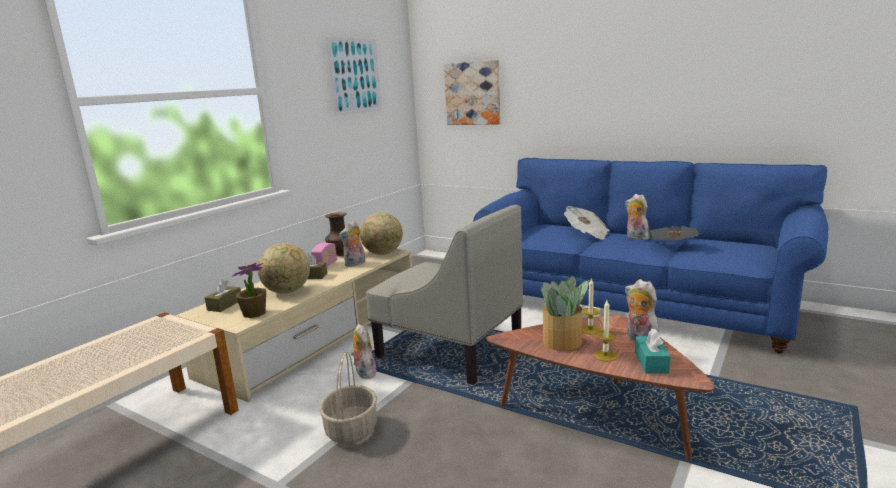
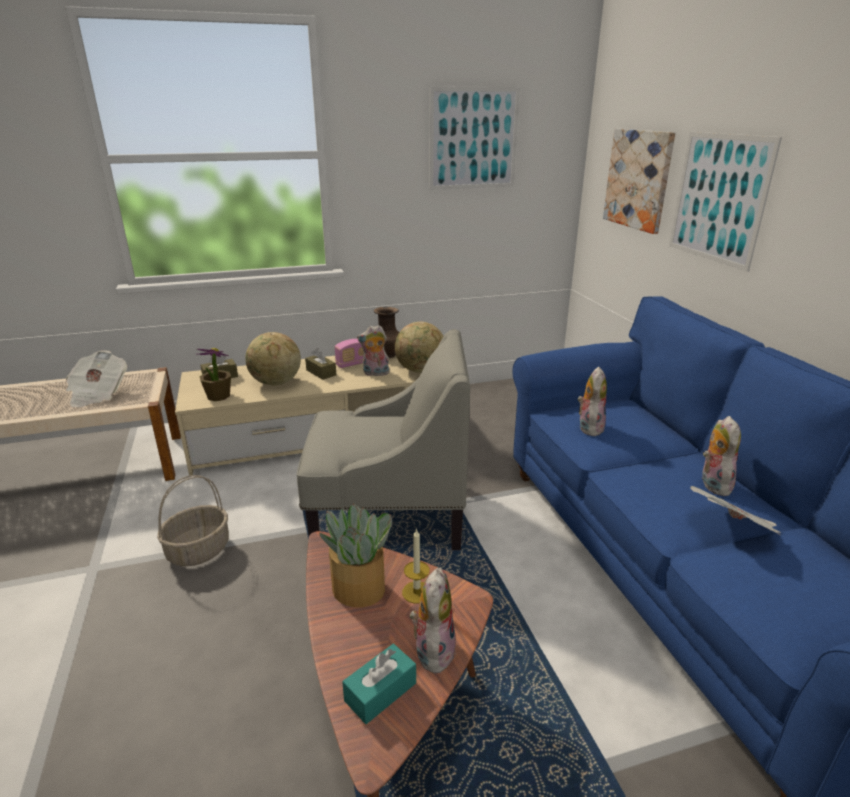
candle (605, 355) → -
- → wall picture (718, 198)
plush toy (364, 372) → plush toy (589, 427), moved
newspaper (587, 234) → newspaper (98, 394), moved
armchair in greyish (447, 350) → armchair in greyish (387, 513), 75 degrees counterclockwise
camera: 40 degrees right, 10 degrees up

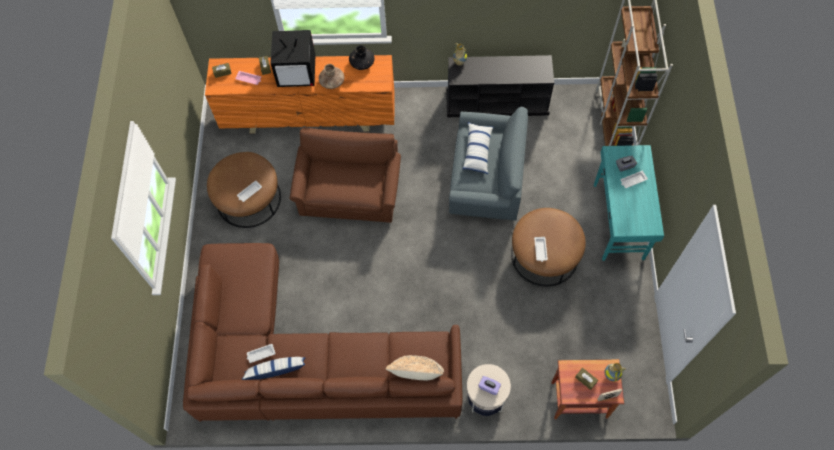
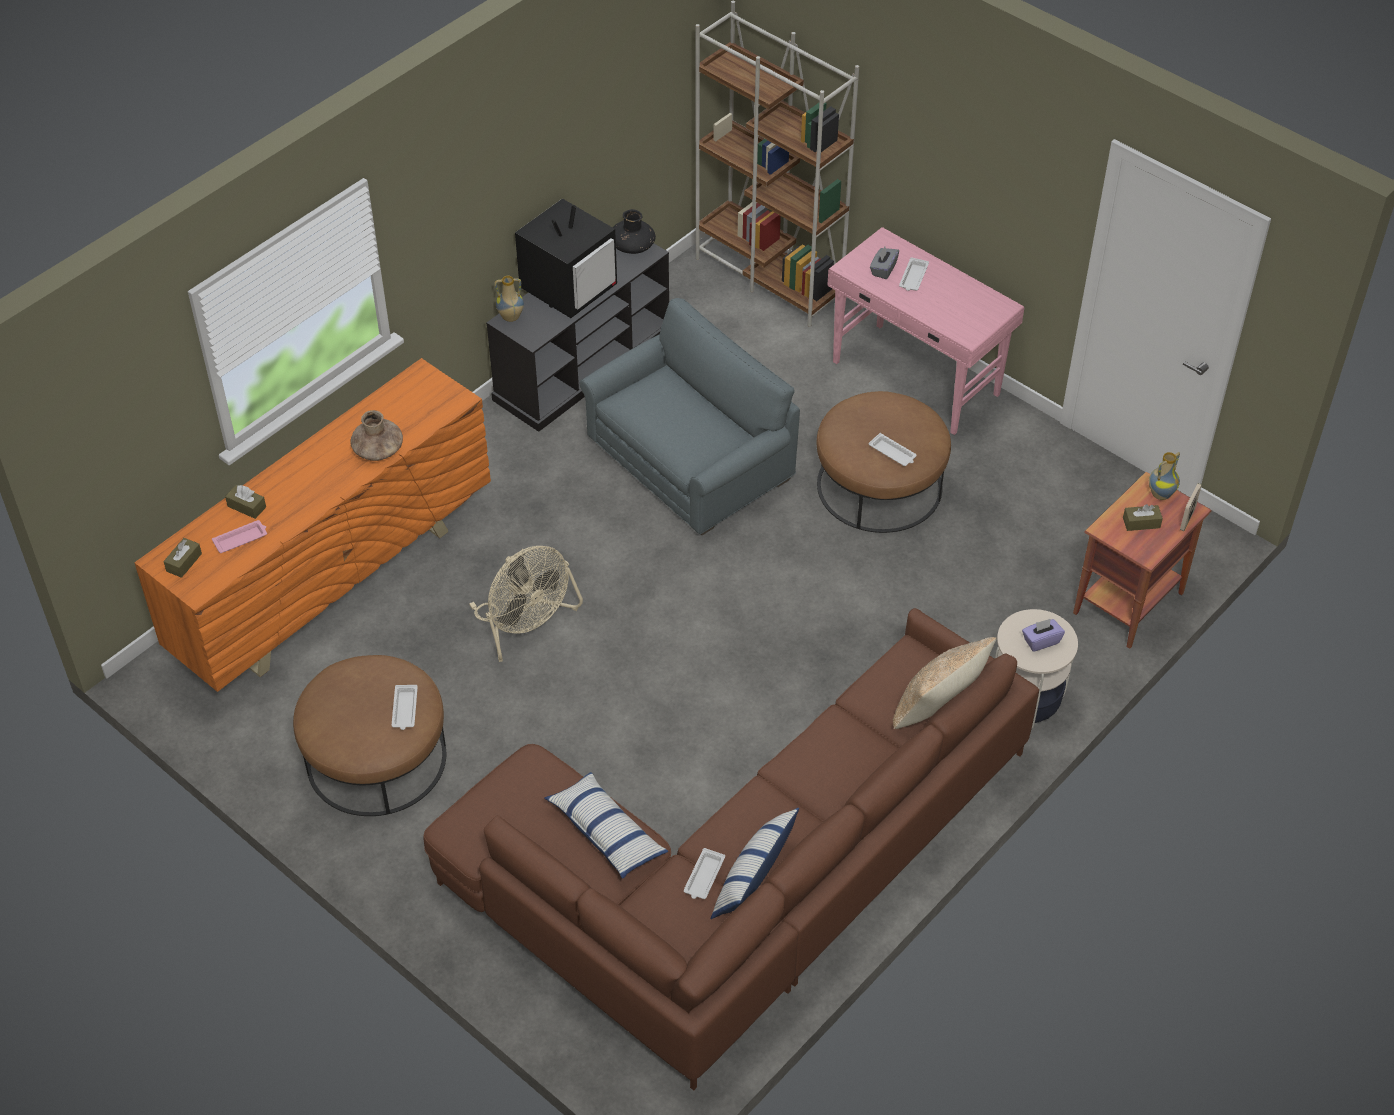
TV (297, 72) → TV (569, 289), moved
vase in blackish (362, 63) → vase in blackish (632, 246), moved
throw pillow (477, 151) → throw pillow (606, 832), moved
armchair in brownish (350, 192) → electric fan in beige (522, 625)
narrow table in turquoise (618, 222) → narrow table in pink (917, 379)
camera: 50 degrees left, 15 degrees down

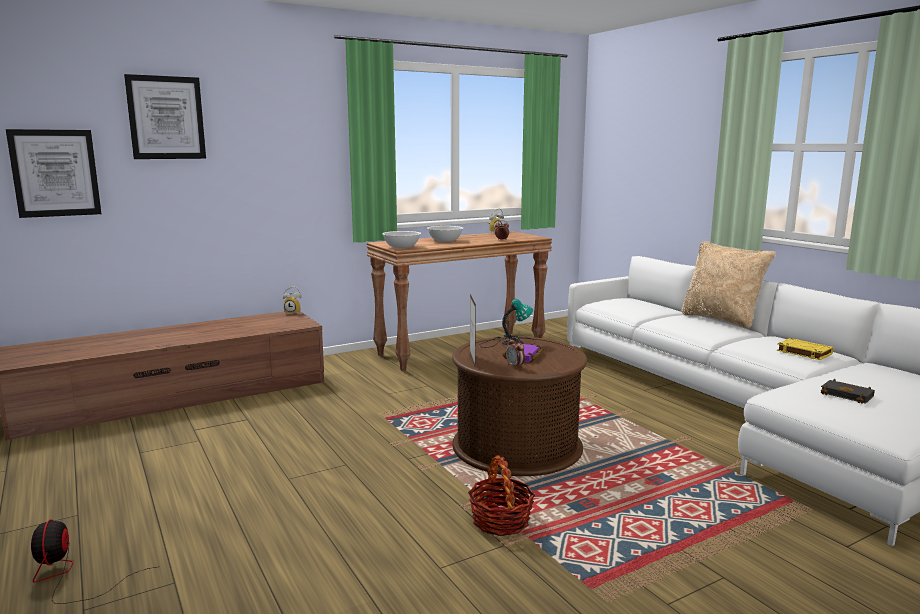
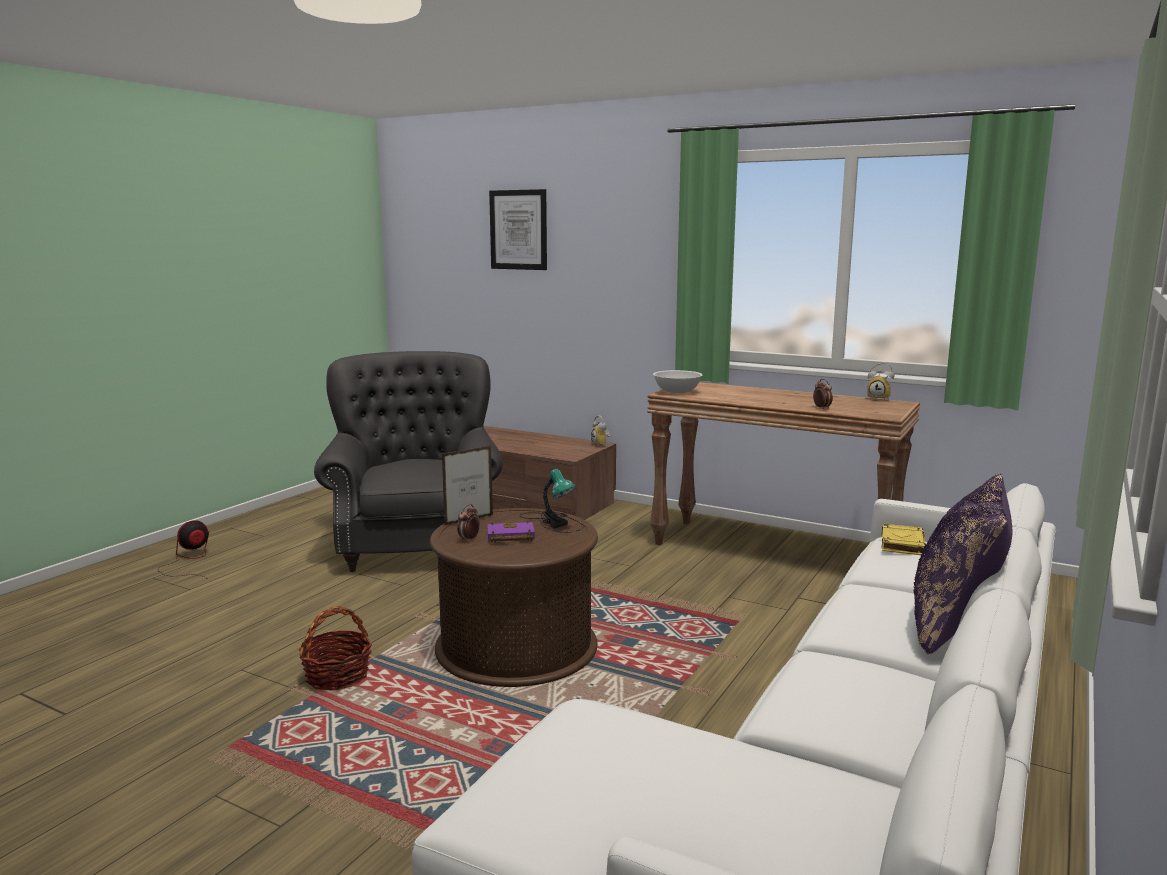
wall picture (55, 173) → -
bowl in whitish (445, 241) → -
book in blackish (848, 395) → -
- → armchair in greyish (415, 543)
book in yellowish (803, 352) → book in yellowish (902, 544), moved
throw pillow in beige (721, 321) → throw pillow in purplish (953, 631)
camera: 60 degrees right, 0 degrees up

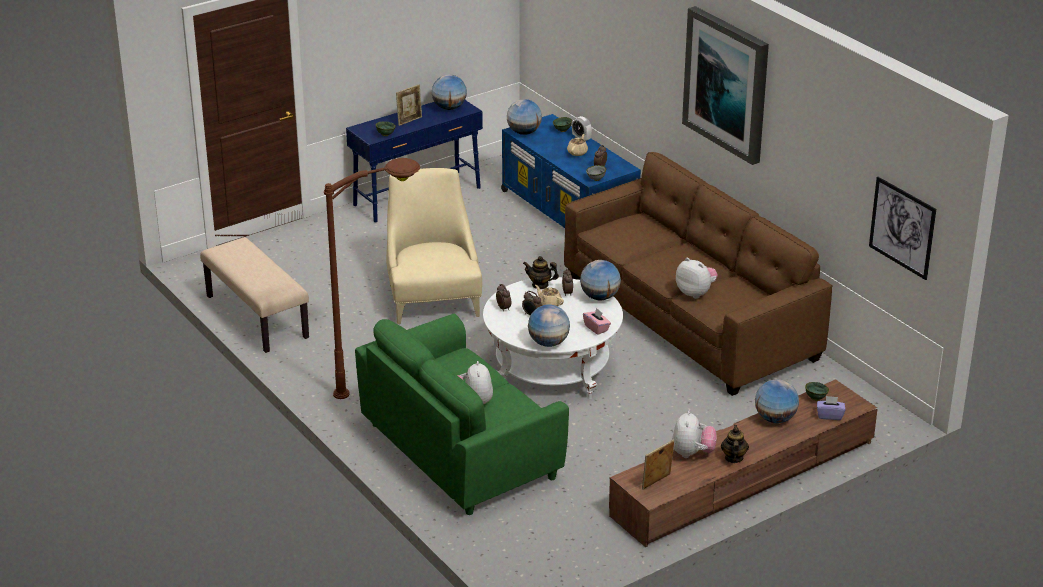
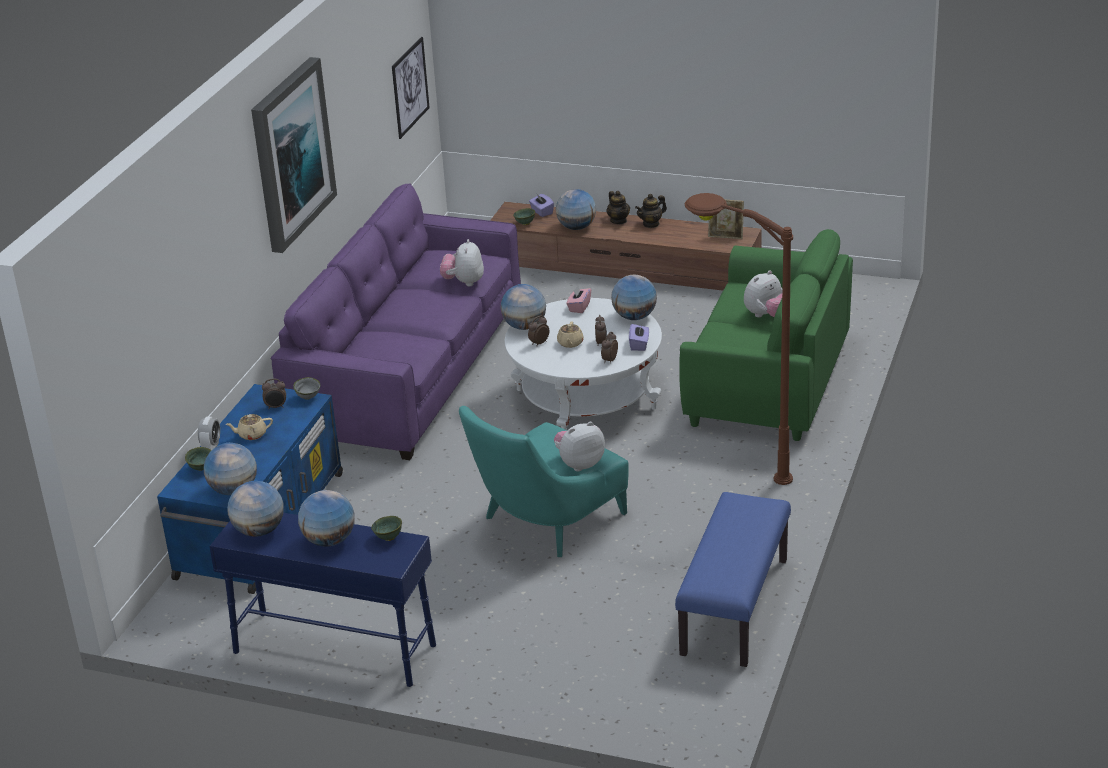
- → tissue holder in purplish (639, 345)
tea pot (540, 285) → tea pot (618, 221), moved
plush toy (692, 453) → plush toy (579, 464), moved
photo frame (409, 121) → globe (329, 541)
long seat in beige (256, 317) → long seat in bluish (735, 607)
armchair in beige (432, 295) → armchair in turquoise (545, 521)
couch in brownish (689, 317) → couch in purplish (410, 372)
camera: 125 degrees left, 0 degrees up

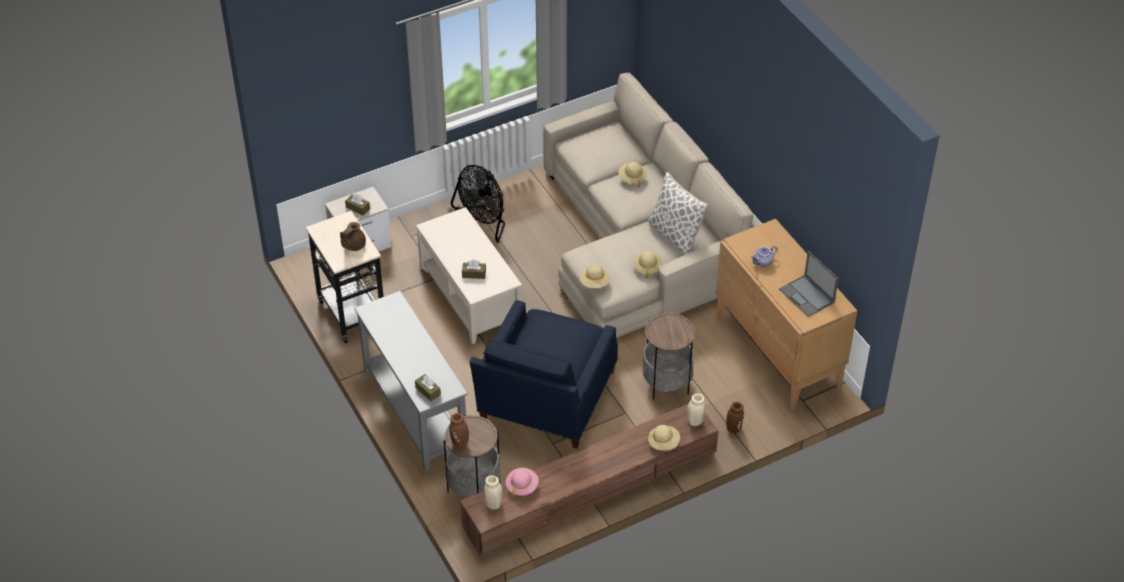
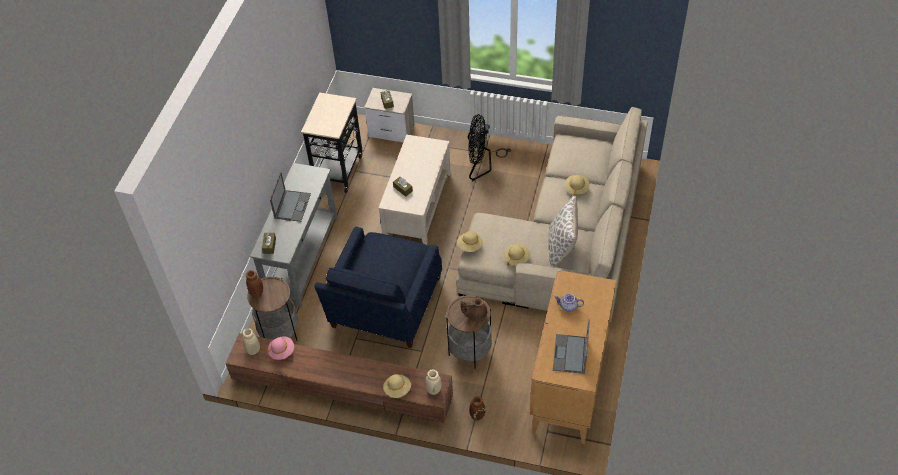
- → notebook computer (292, 205)
tea pot in brownish (353, 245) → tea pot in brownish (475, 315), moved
armchair in bluish (546, 398) → armchair in bluish (385, 305), 45 degrees counterclockwise
camera: 45 degrees right, 5 degrees up

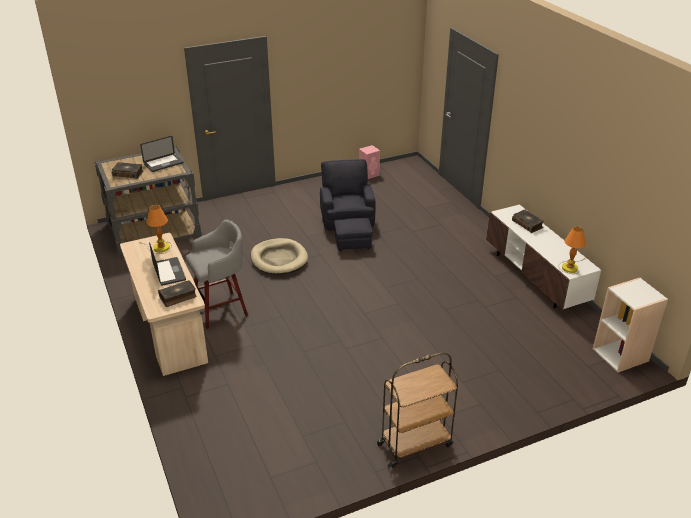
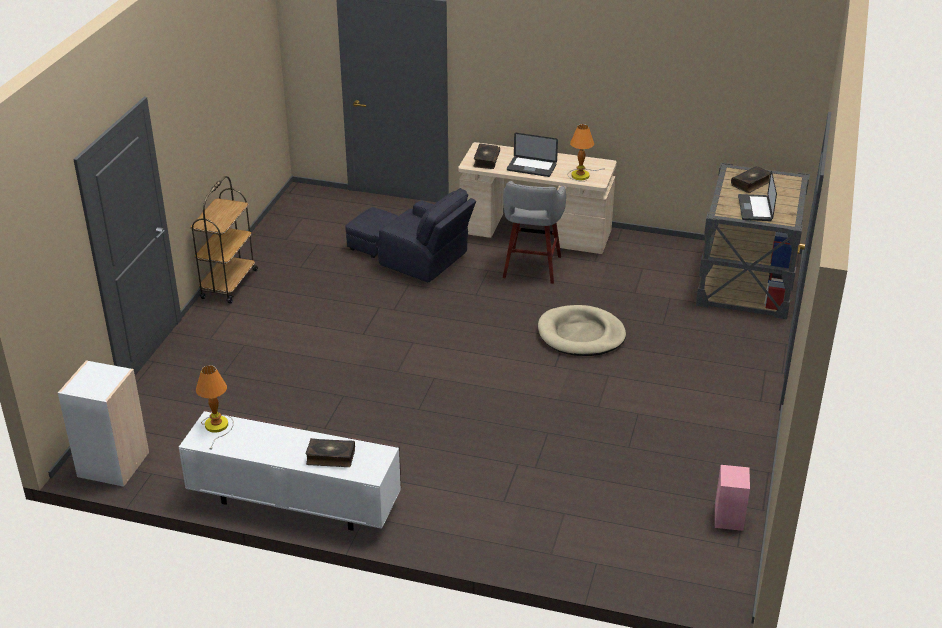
armchair in blackish (348, 224) → armchair in blackish (413, 259), moved
camera: 130 degrees right, 0 degrees up

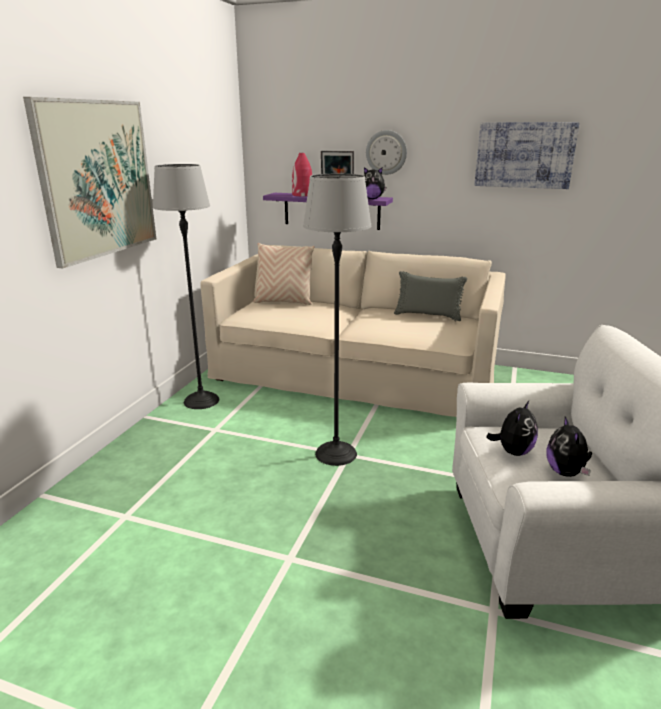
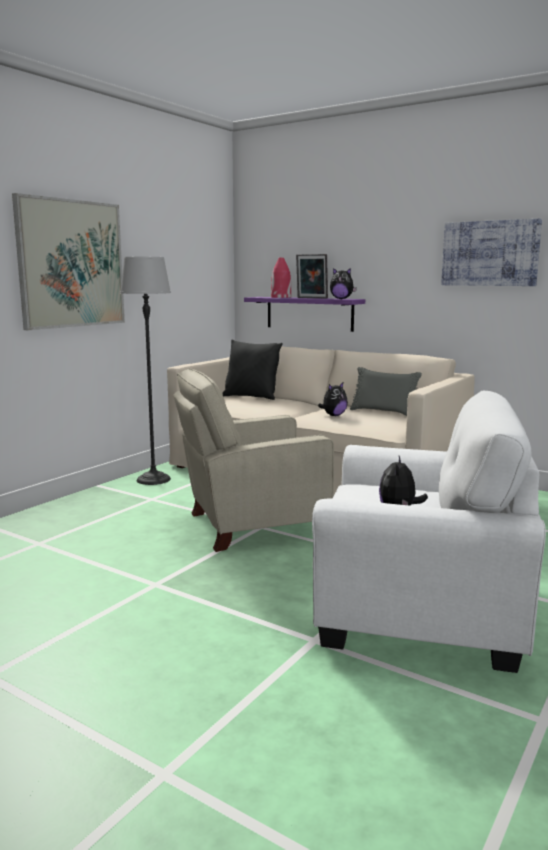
wall clock (386, 152) → -
plush toy (513, 451) → plush toy (333, 415), moved
floor lamp (335, 453) → armchair in beige (250, 525)
throw pillow in beige (284, 302) → throw pillow in blackish (251, 397)
camera: 15 degrees right, 10 degrees down

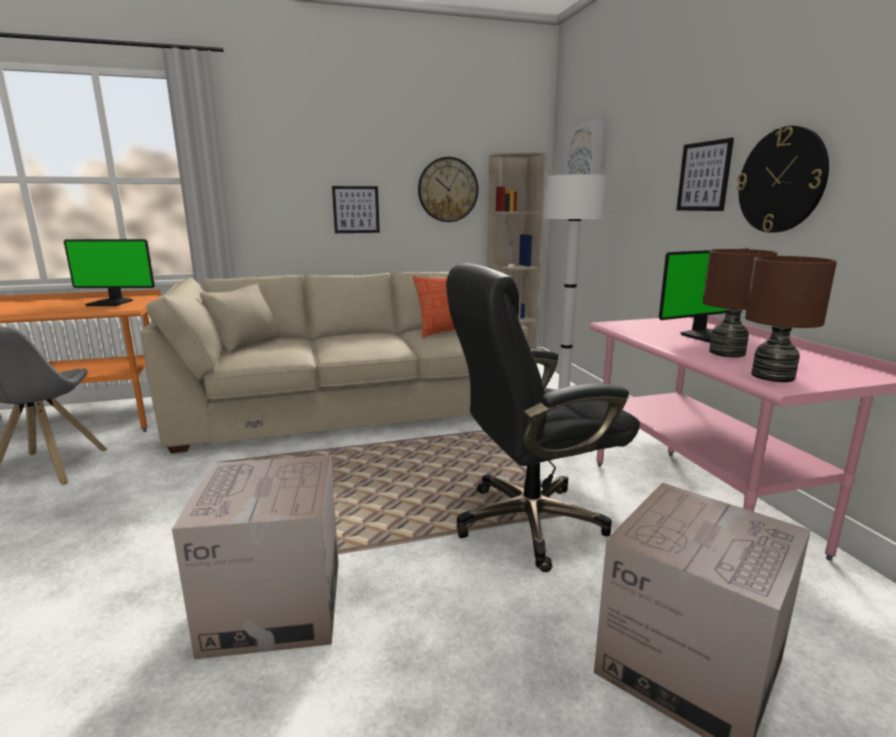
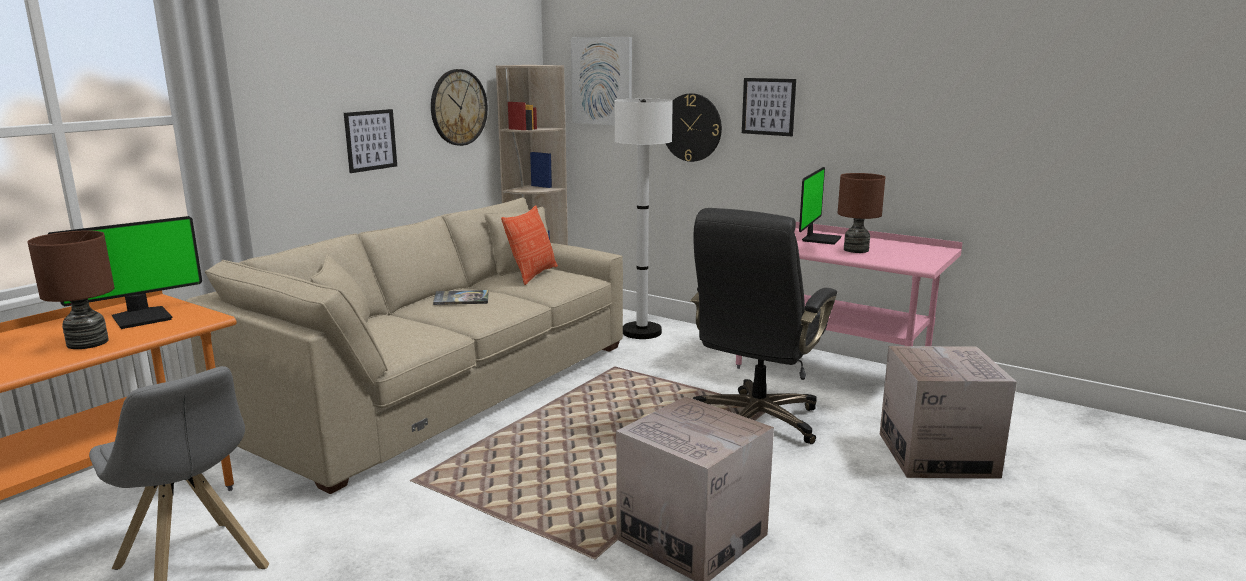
- → book (461, 298)
wall clock (781, 180) → wall clock (691, 127), moved
tabletop lamp in brownish (772, 376) → tabletop lamp in brownish (87, 343), moved
camera: 40 degrees left, 0 degrees up

